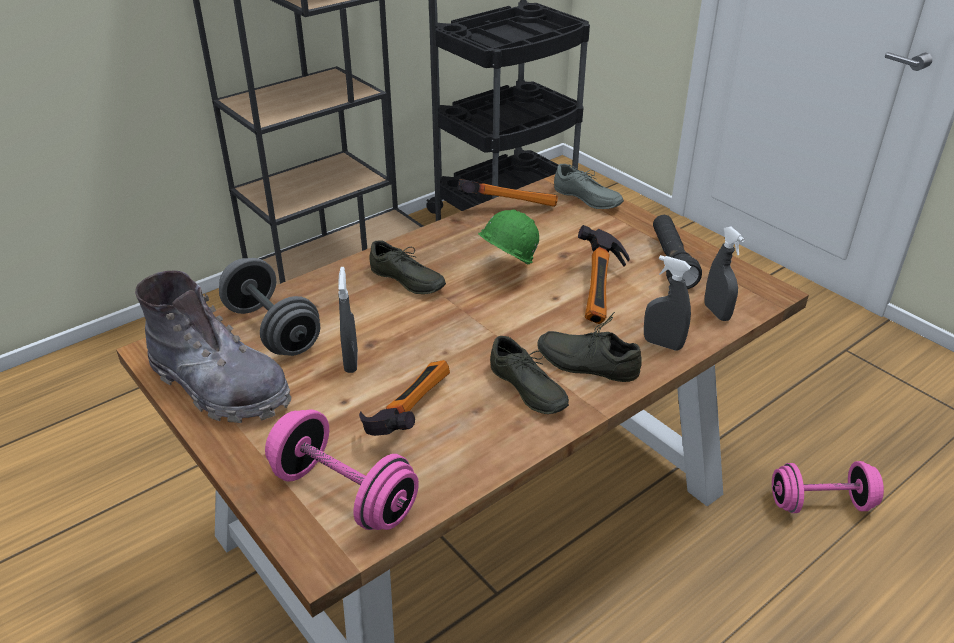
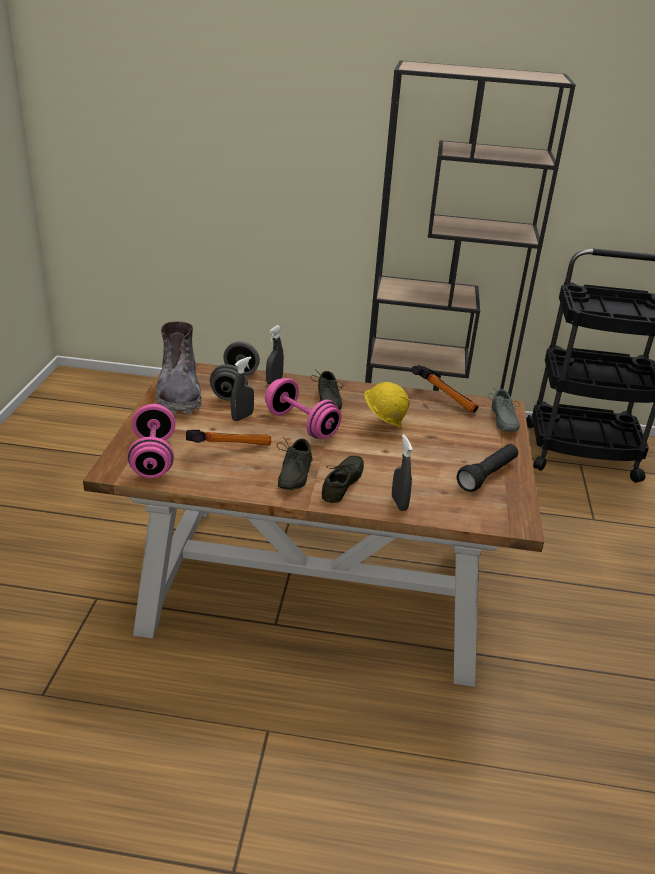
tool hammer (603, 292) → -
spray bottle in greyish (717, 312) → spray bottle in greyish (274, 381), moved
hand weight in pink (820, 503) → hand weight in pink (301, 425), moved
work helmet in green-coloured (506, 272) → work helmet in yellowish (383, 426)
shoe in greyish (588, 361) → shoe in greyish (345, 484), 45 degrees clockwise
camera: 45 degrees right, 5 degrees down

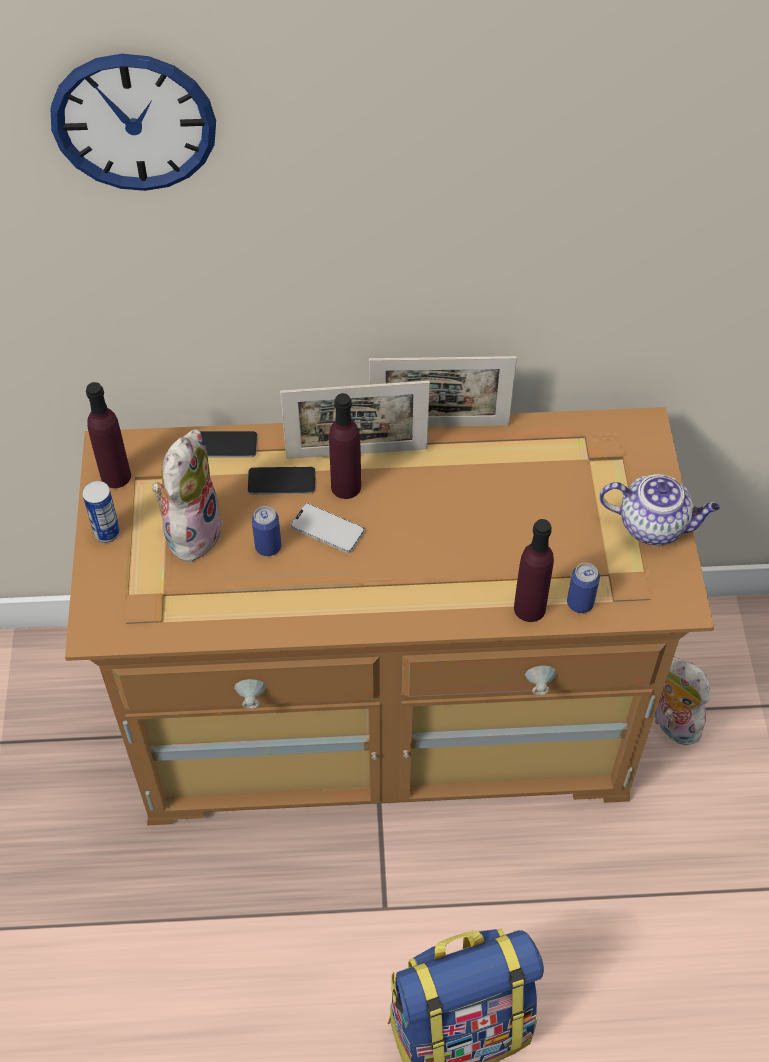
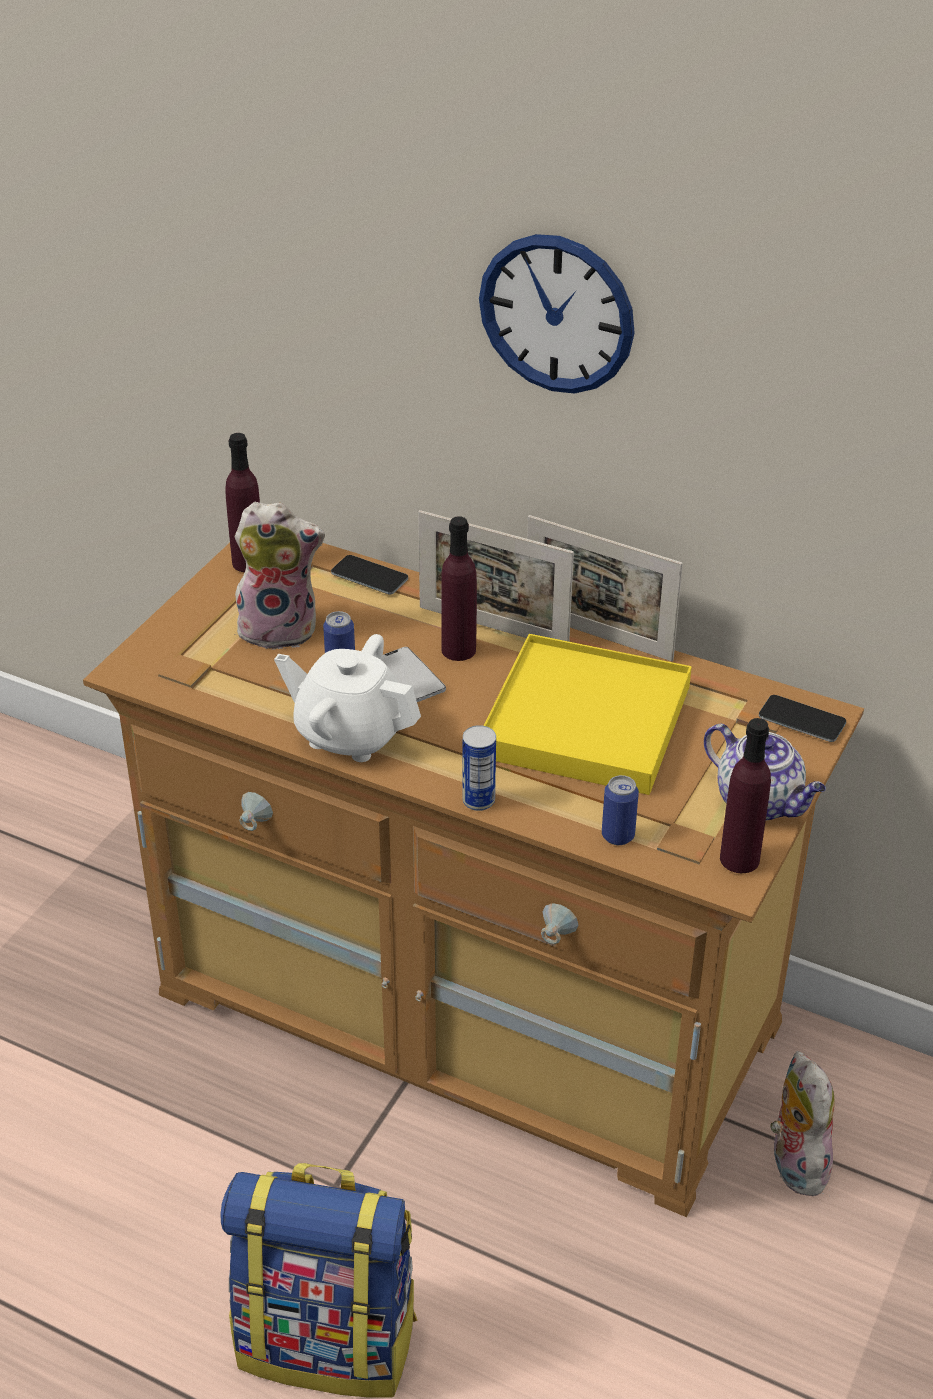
- → tea pot in whitish (349, 734)
- → carrying tray in yellowish (586, 721)
wall clock (134, 123) → wall clock (556, 314), moved
metal can (107, 532) → metal can (478, 800), moved
phone (281, 481) → phone (802, 719), moved
drink bottle in purplish (529, 608) → drink bottle in purplish (739, 859), moved
plush toy (191, 530) → plush toy (280, 628), 45 degrees clockwise
camera: 30 degrees right, 15 degrees down

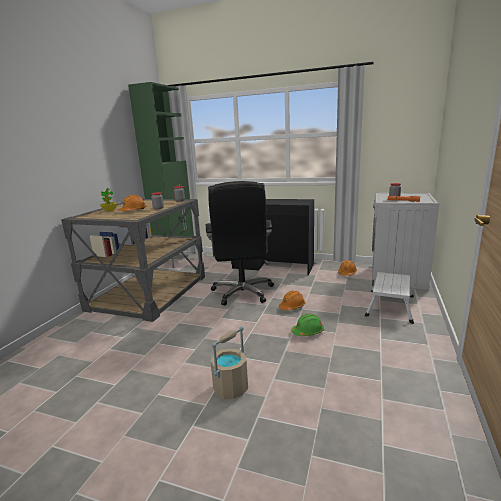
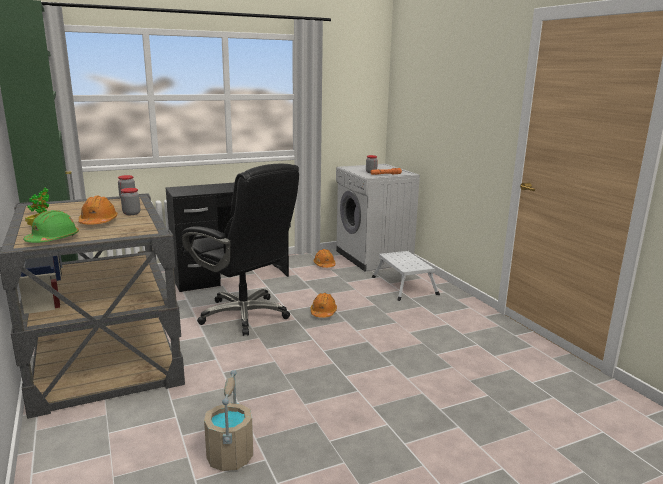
water bucket in beige (230, 388) → water bucket in beige (230, 456), moved
work helmet in green-coloured (308, 332) → work helmet in green-coloured (53, 239), moved
camera: 45 degrees left, 0 degrees up

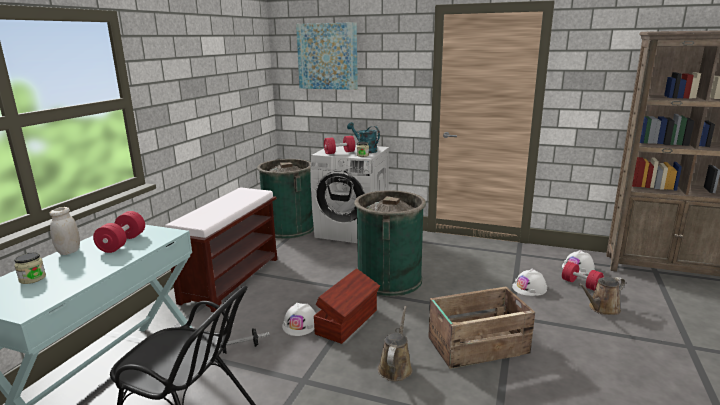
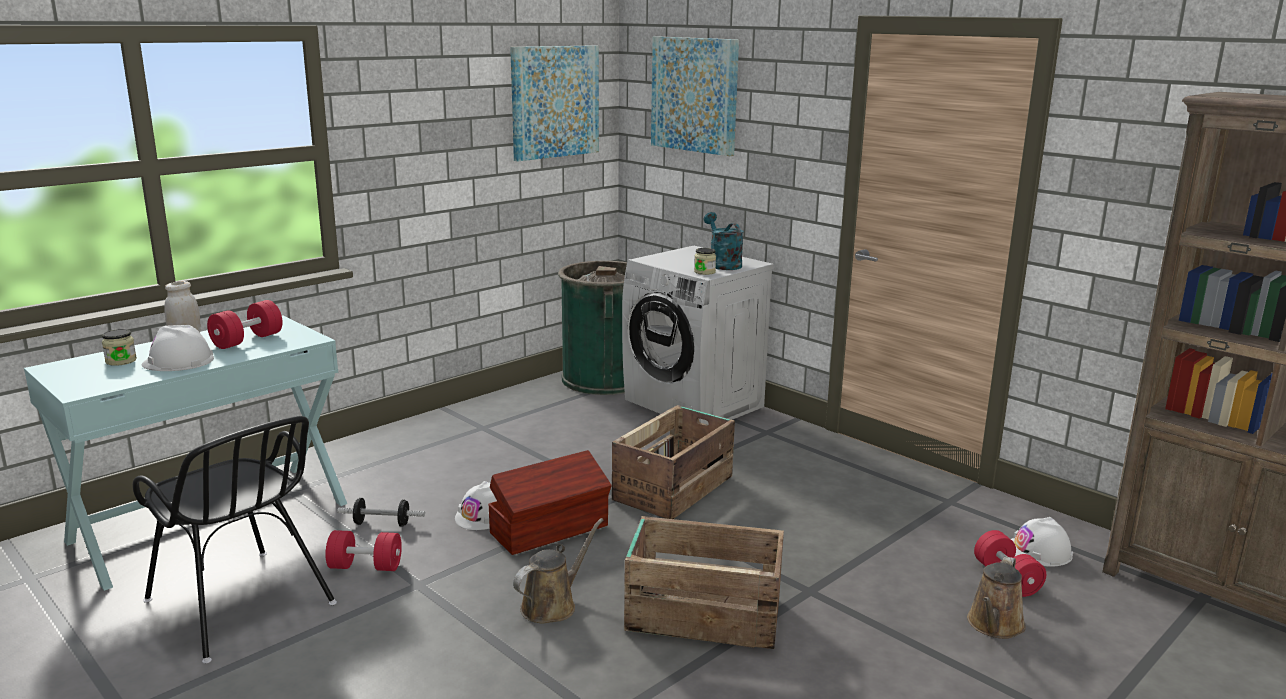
long seat in brownish (231, 279) → -
- → wall picture (554, 102)
hand weight in reddish (339, 152) → hand weight in reddish (365, 567), moved
work helmet in whitish (529, 288) → work helmet in whitish (178, 361), moved
trash can in green-coloured (389, 279) → crate (675, 488)
watering can in brownish (602, 308) → watering can in brownish (994, 626), 60 degrees counterclockwise
camera: 25 degrees right, 0 degrees up

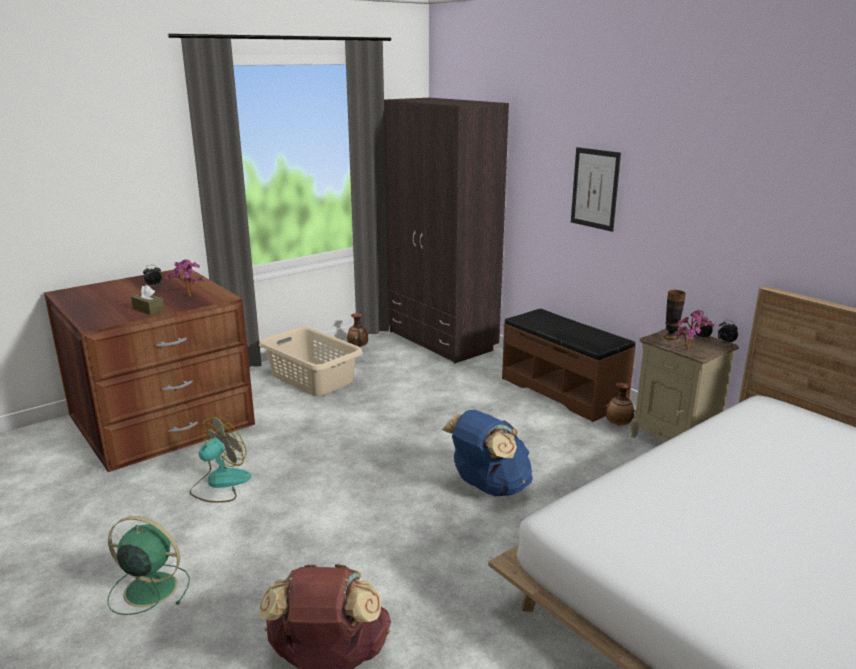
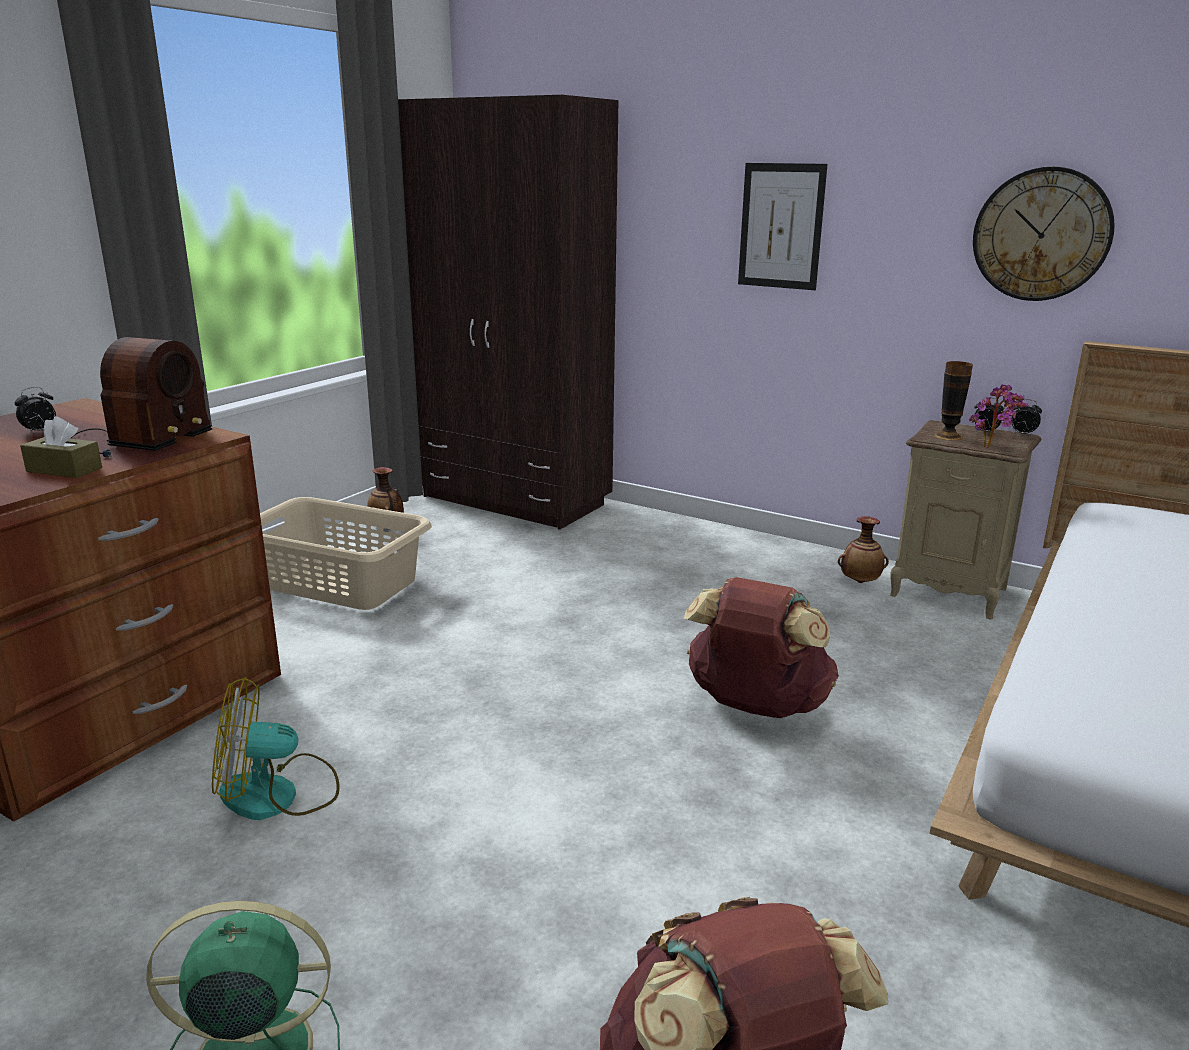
long seat in brownish (563, 391) → -
- → wall clock (1041, 234)
potted plant (188, 297) → radio set (134, 441)
backpack in bluish (488, 487) → backpack in brownish (755, 707)
electric fan (220, 483) → electric fan (278, 795), 120 degrees counterclockwise
camera: 20 degrees left, 0 degrees up

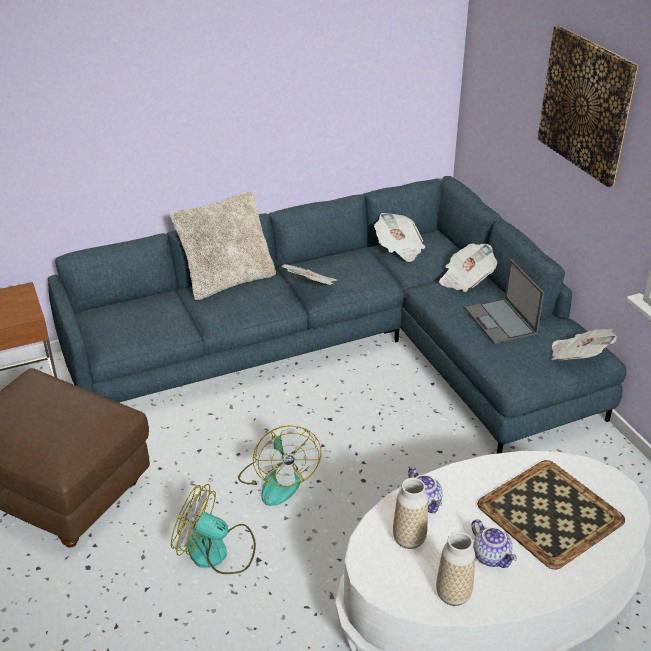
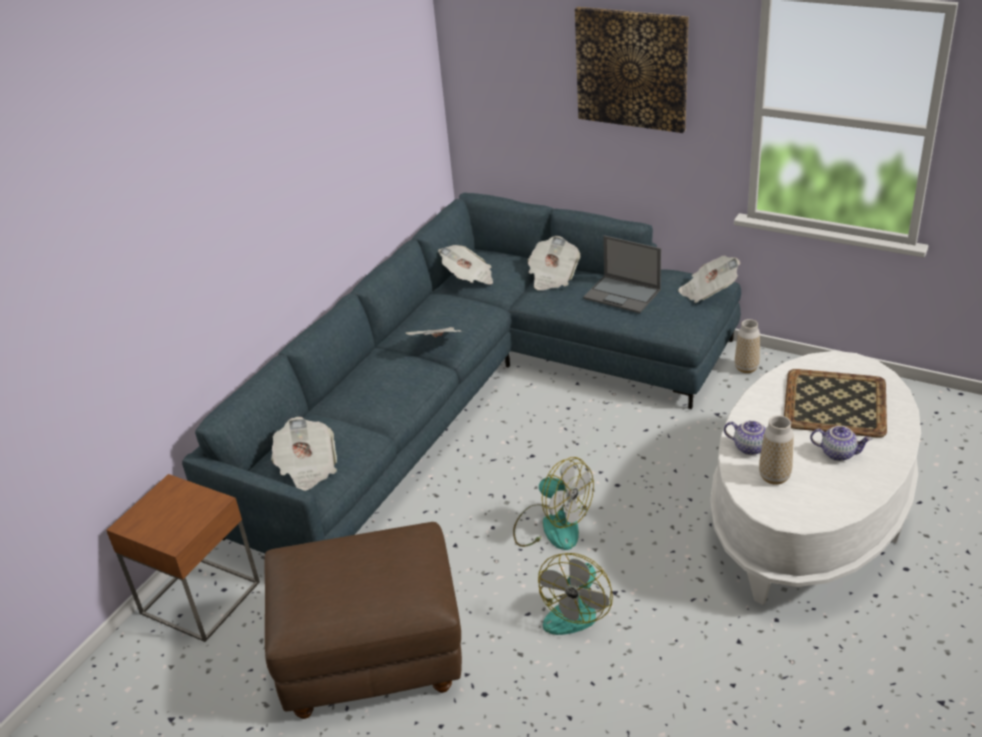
throw pillow in beige (228, 279) → -
- → newspaper (307, 468)
vase (453, 595) → vase (746, 368), moved
electric fan (217, 552) → electric fan (575, 609), 45 degrees counterclockwise
camera: 35 degrees left, 0 degrees up

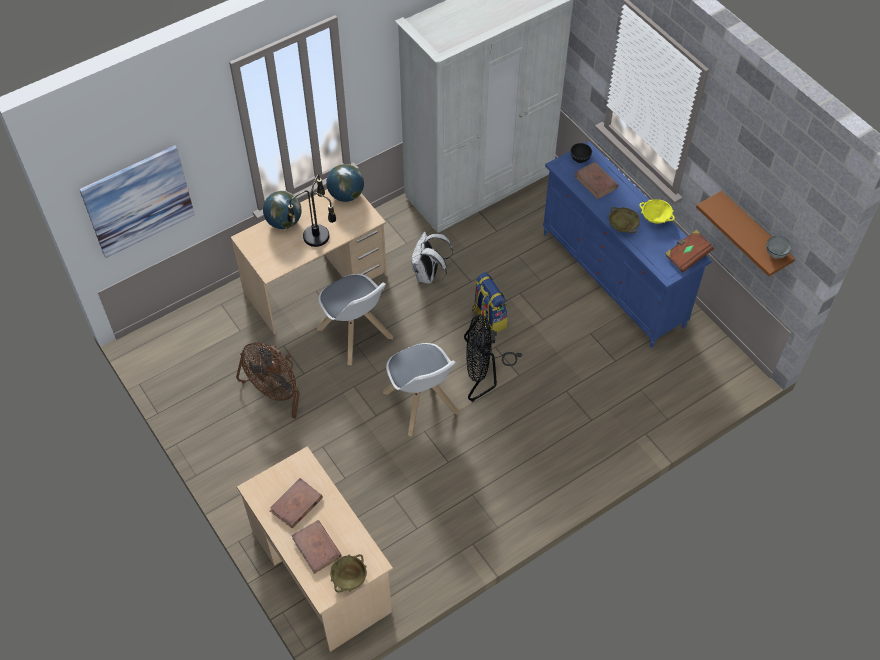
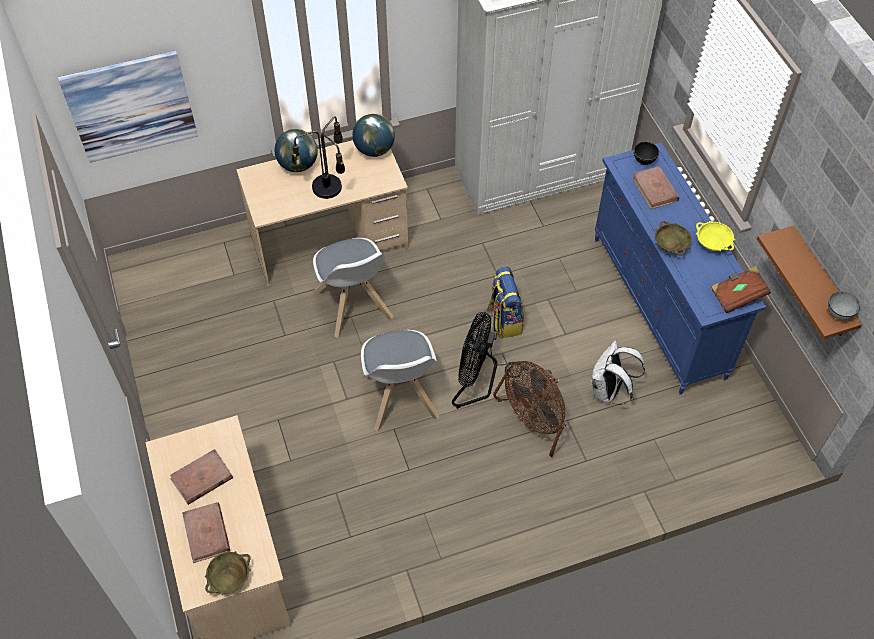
electric fan in brownish (276, 388) → electric fan in brownish (535, 416), moved
backpack in whitish (428, 275) → backpack in whitish (608, 391), moved
camera: 15 degrees right, 0 degrees up

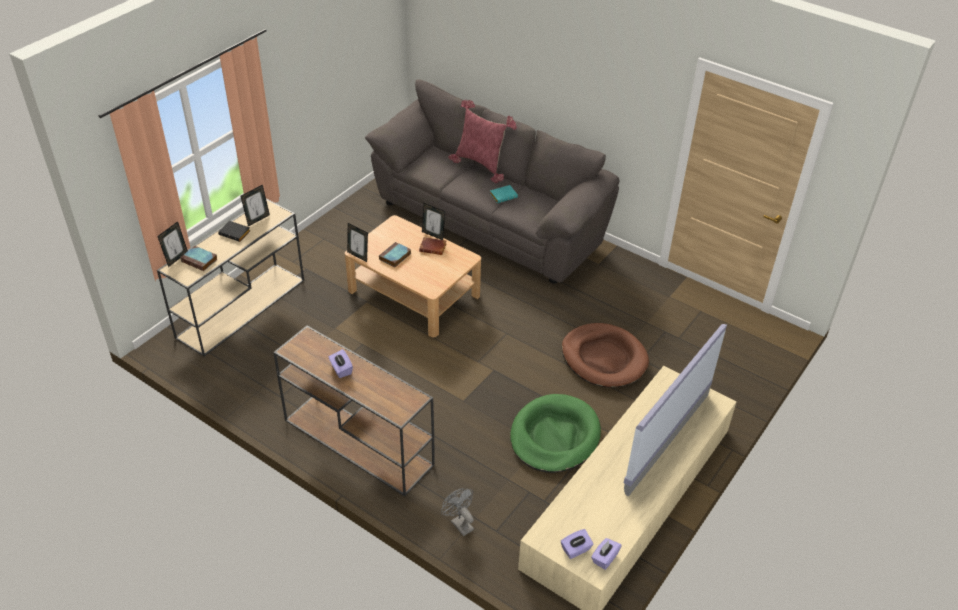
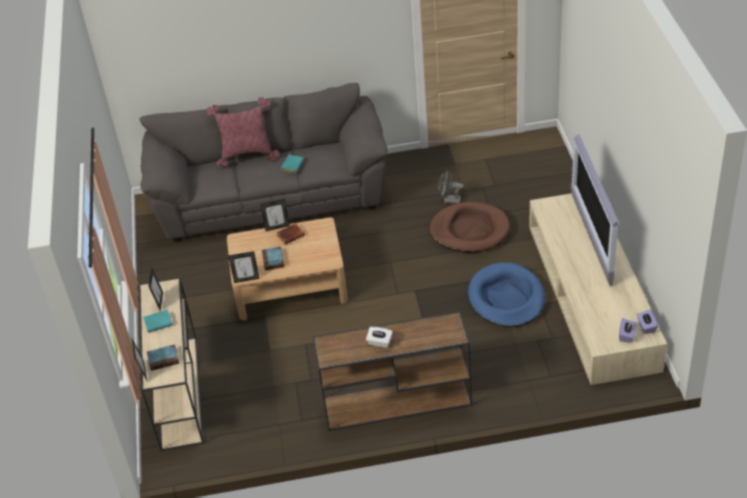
electric fan in greyish (459, 523) → electric fan in greyish (449, 200), moved
book in blackish (236, 233) → book in turquoise (159, 322)
tissue holder in purplish (341, 369) → tissue holder in whitish (380, 342)
dog cushion in green-coloured (554, 436) → dog cushion in bluish (506, 298)
camera: 40 degrees left, 0 degrees up

